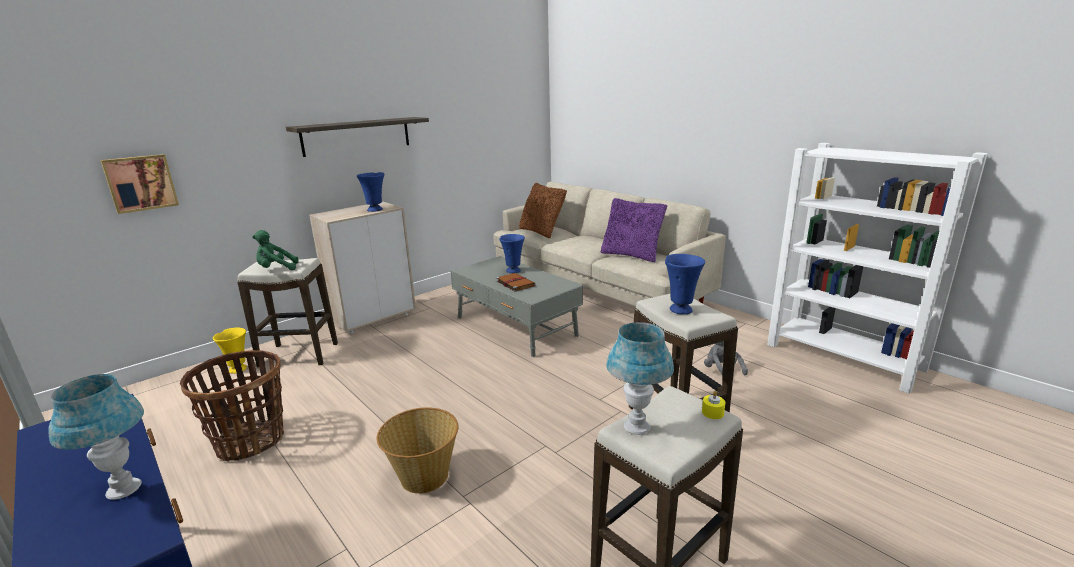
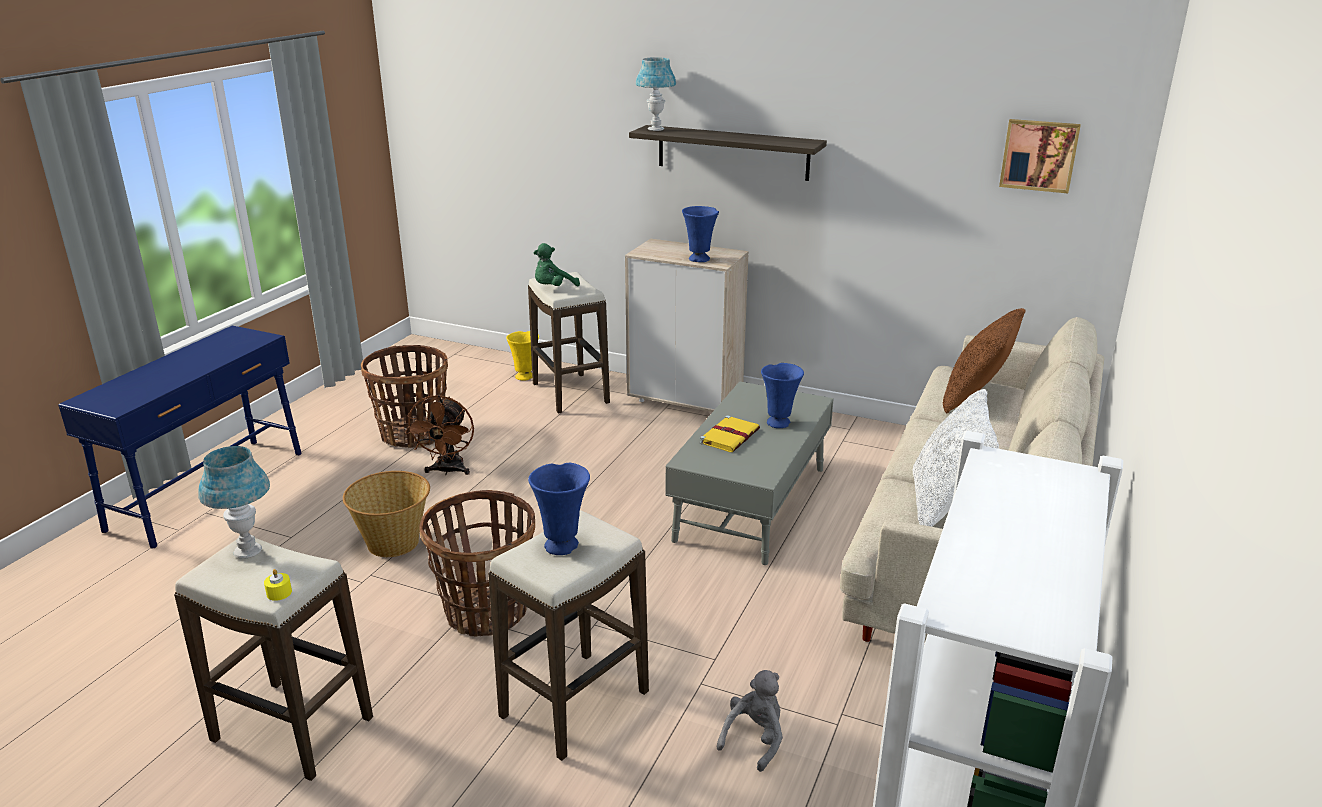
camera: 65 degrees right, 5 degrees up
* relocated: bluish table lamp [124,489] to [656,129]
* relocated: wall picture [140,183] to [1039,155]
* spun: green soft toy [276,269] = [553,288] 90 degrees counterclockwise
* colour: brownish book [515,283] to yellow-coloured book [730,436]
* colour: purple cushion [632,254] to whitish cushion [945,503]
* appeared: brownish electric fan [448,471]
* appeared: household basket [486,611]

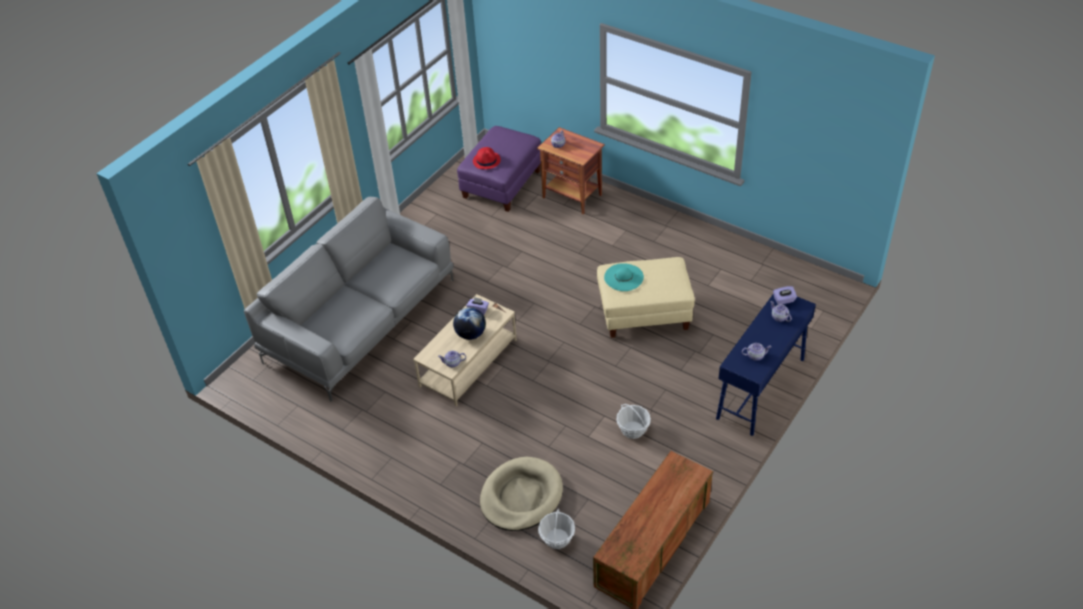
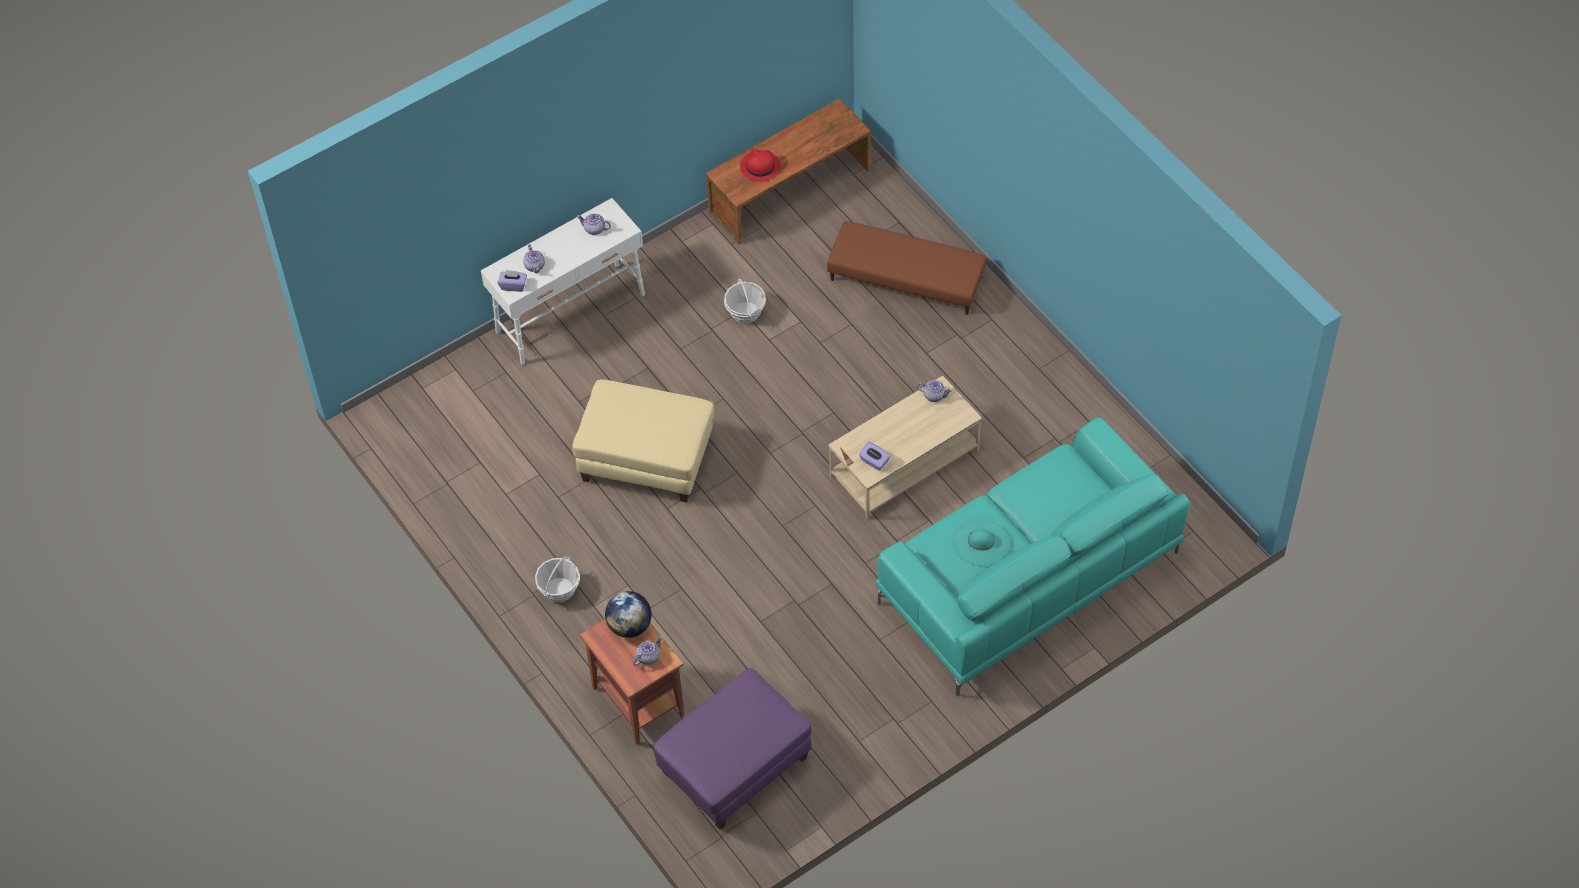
camera: 160 degrees left, 10 degrees up
* colour: grey settee [361,320] to turquoise settee [1027,577]
* relocated: desk globe [470,334] to [629,626]
* relocated: reddish hat [486,160] to [760,166]
* exchanged: sand-coloured dog cushion [521,496] to brownish ottoman [906,278]
* relocated: household basket [557,539] to [559,590]
* relocated: turquoise hat [623,277] to [980,542]
* colour: bluish narrow table [760,388] to whitish narrow table [571,314]

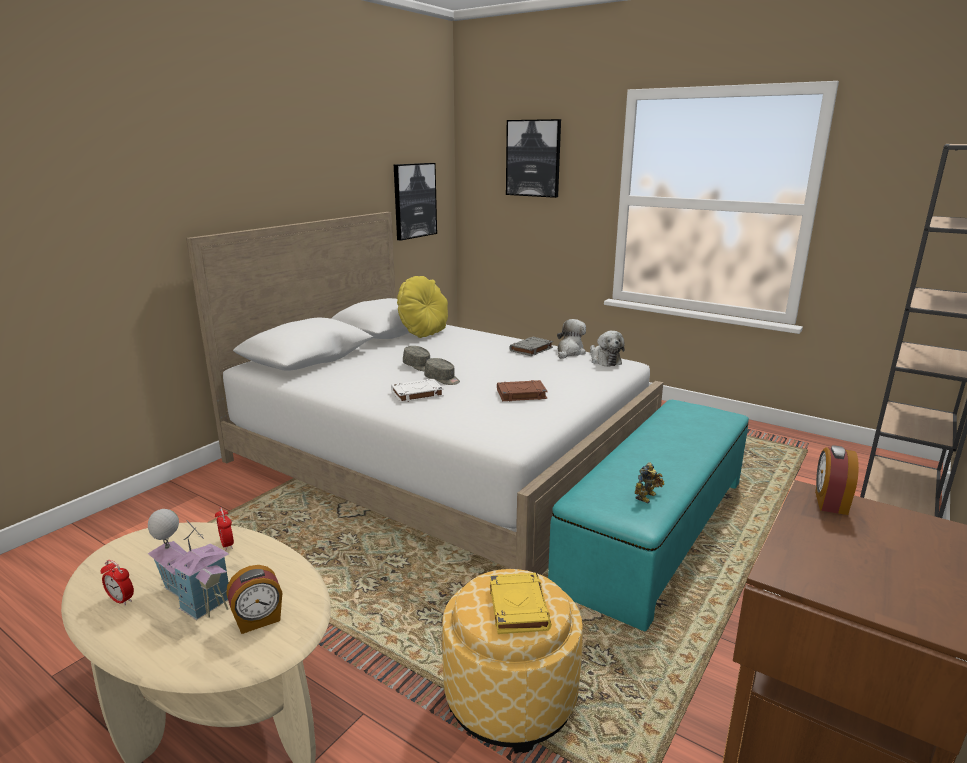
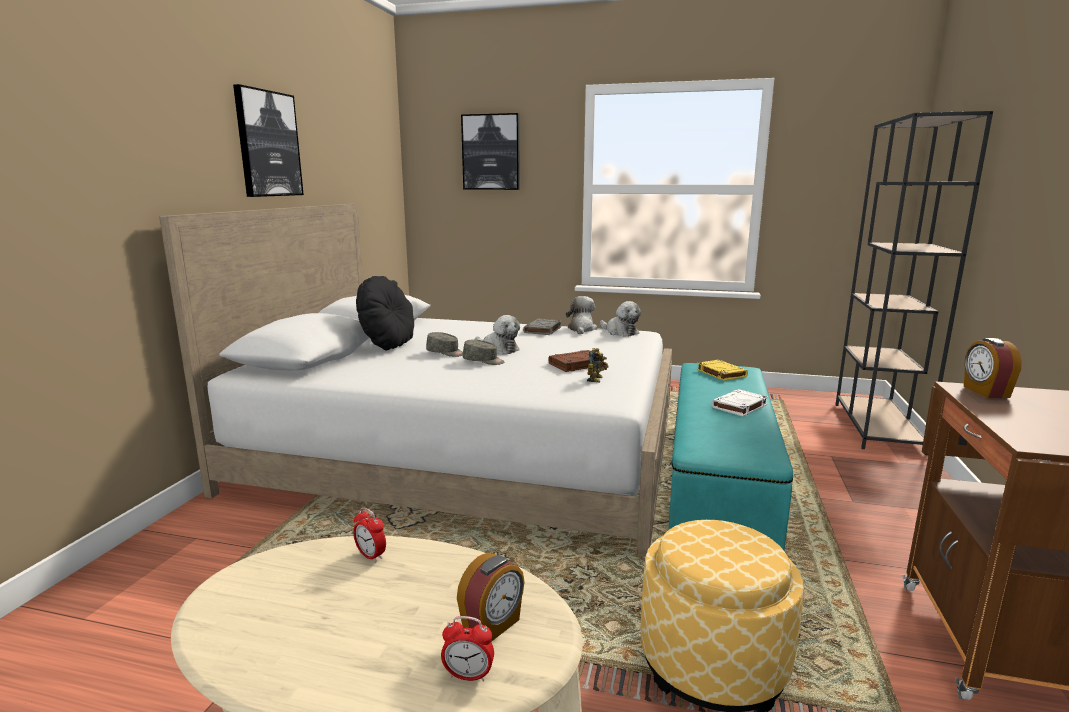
camera: 20 degrees left, 5 degrees down
* relocated: table clock [121,600] to [468,675]
* missing: toy house [195,596]
* relocated: whitish book [416,394] to [739,406]
* relocated: wall picture [414,200] to [268,144]
* missing: yellow-coloured cushion [423,334]
* relocated: yellow-coloured book [518,607] to [720,373]
* relocated: robot figure [648,497] to [597,379]
* appeared: black-coloured cushion [388,346]
* appeared: soft toy [498,349]

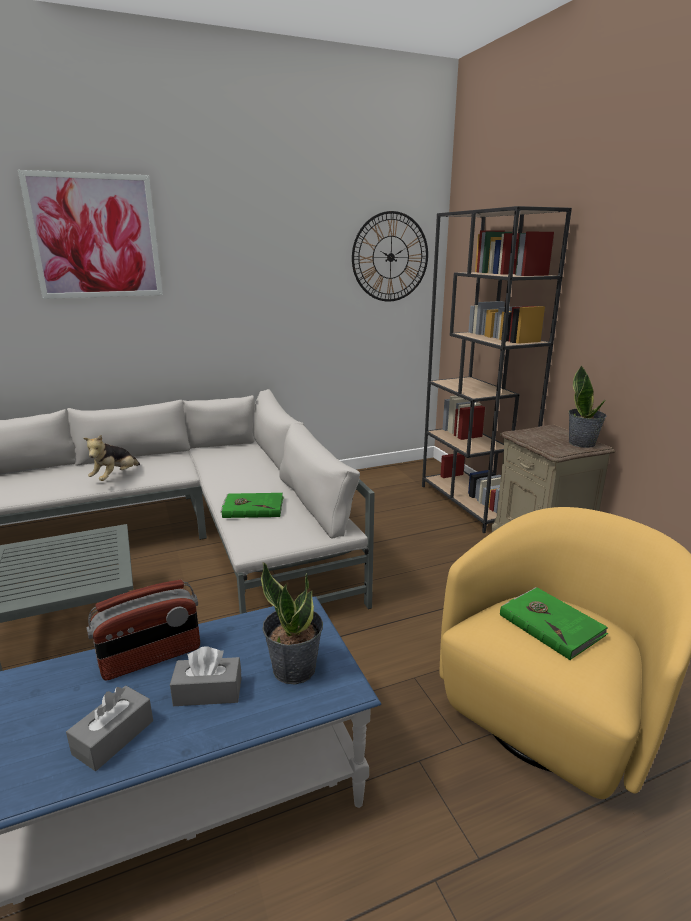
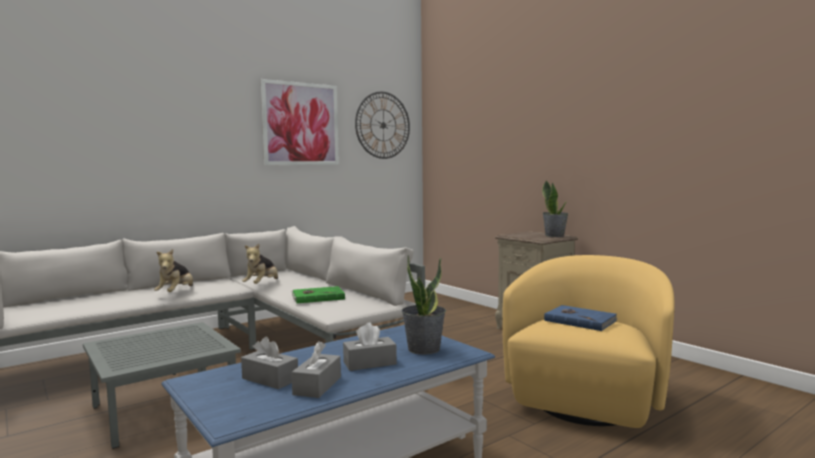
camera: 15 degrees left, 15 degrees down
* relocated: wall picture [95,237] to [301,124]
* missing: radio receiver [151,658]
* missing: shelving unit [472,503]
* colour: green book [551,624] to bluish book [580,320]
* appeared: grey box of tissues [270,379]
* appeared: soft toy [262,285]

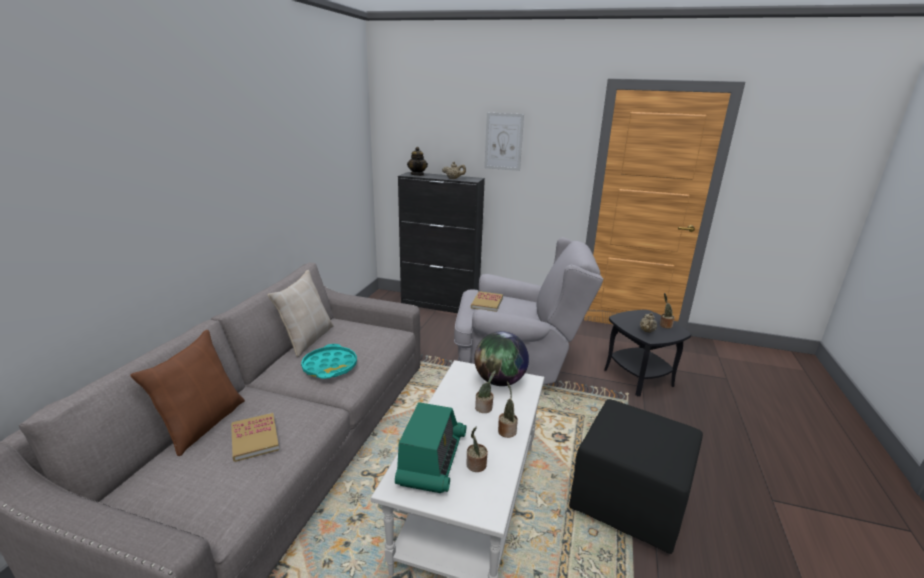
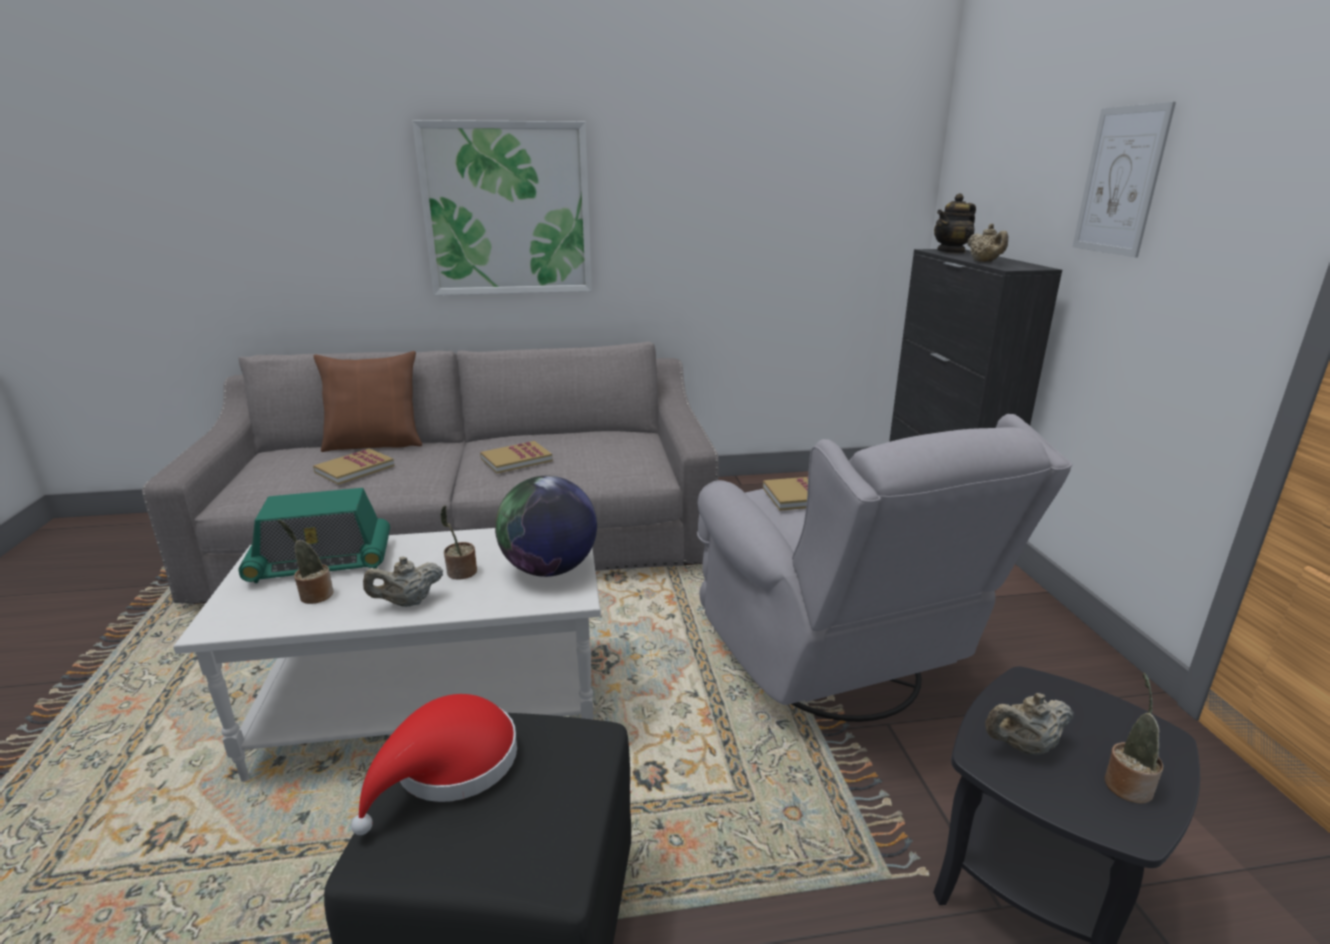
camera: 65 degrees right, 0 degrees up
* missing: sand-coloured cushion [307,339]
* exchanged: turquoise tray [330,366] to book [516,459]
* exchanged: houseplant [506,430] to sand-coloured teapot [408,602]
* appeared: reddish hat [449,767]
* appeared: wall picture [507,210]

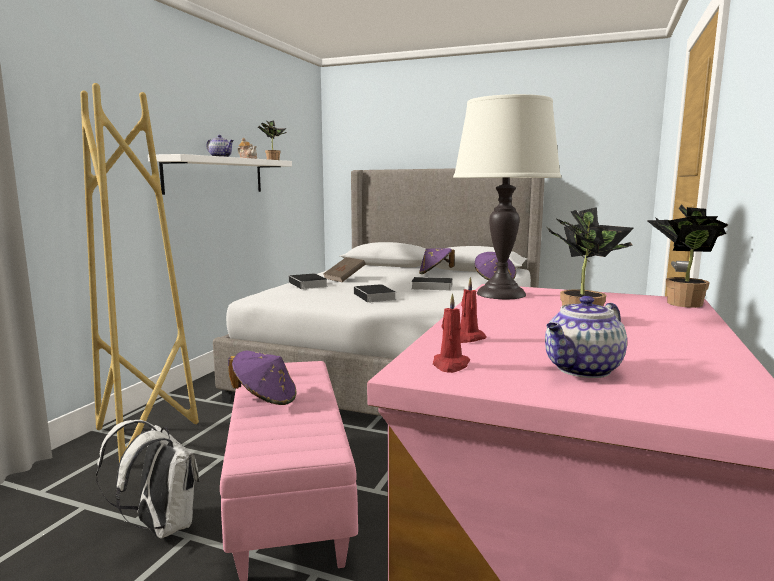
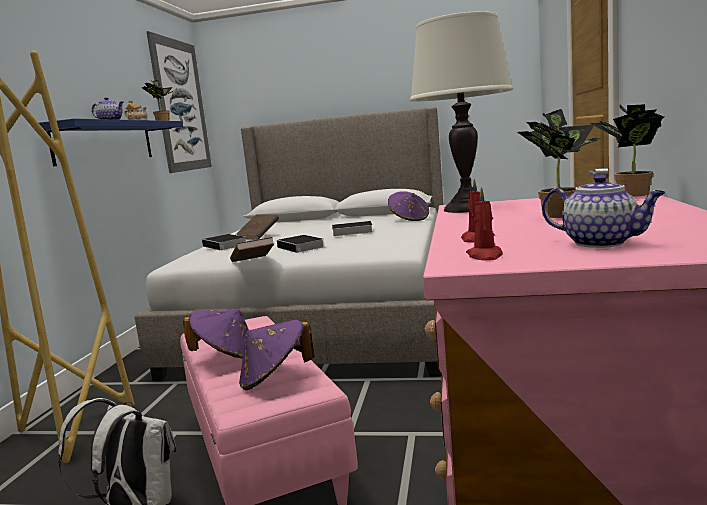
camera: 10 degrees left, 0 degrees up
* colour: whitish bracket shelf [215,175] to bluish bracket shelf [105,142]
* relocated: purple hat [435,273] to [275,379]
* spun: teapot [582,370] = [602,243] 90 degrees counterclockwise
* appeared: wall picture [181,106]
* appeared: brownish book [253,262]

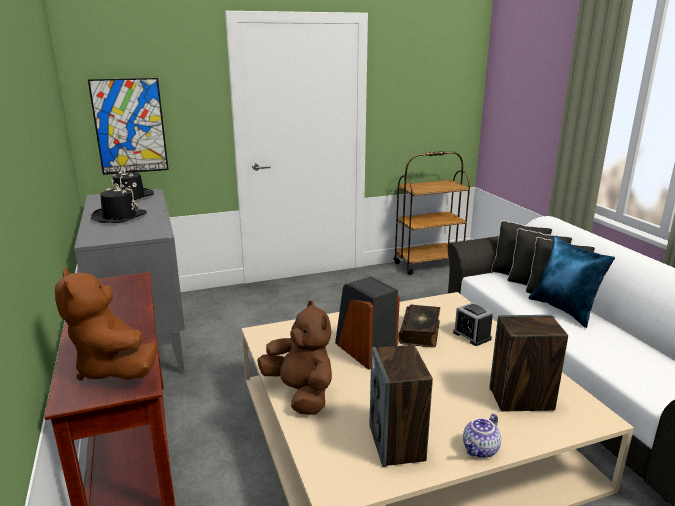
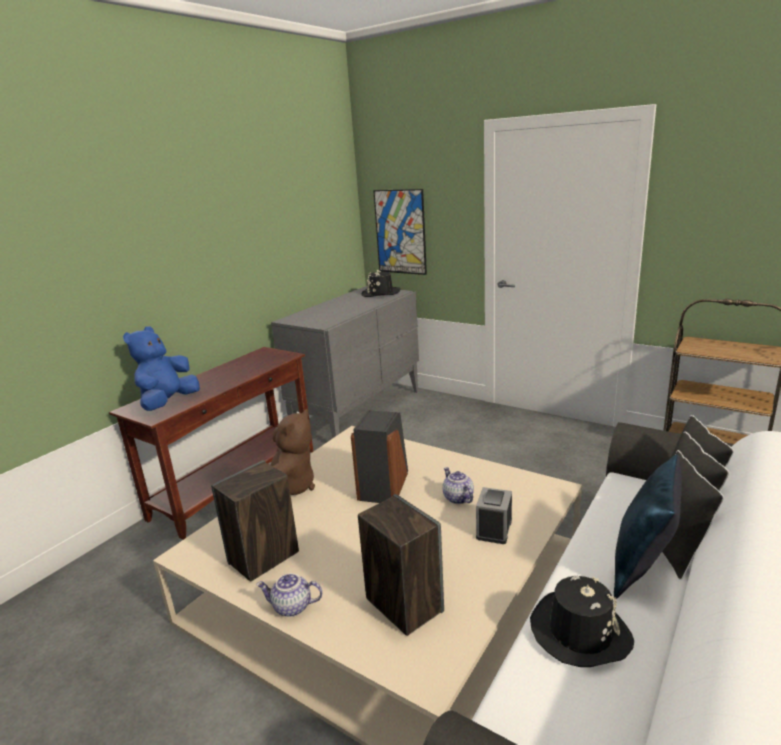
camera: 55 degrees right, 0 degrees up
* colour: brownish soft toy [114,369] to bluish soft toy [168,403]
* relocated: black-coloured hat [119,217] to [579,631]
* exchanged: book [420,332] to teapot [457,498]

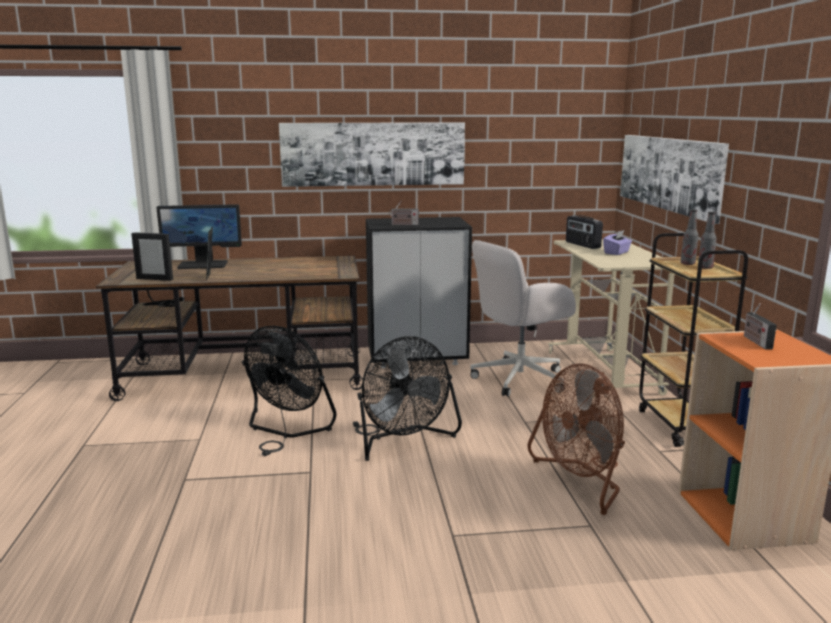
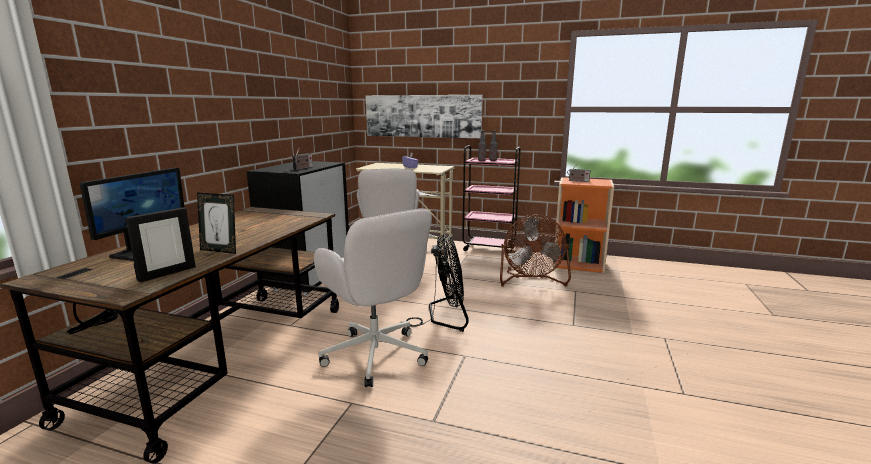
camera: 65 degrees left, 0 degrees up
* exchanged: black-coloured electric fan [282,428] to whitish office chair [375,355]
* missing: wall picture [373,154]
* missing: radio receiver [582,245]
* colour: brownish cart [680,427] to pink cart [489,249]

